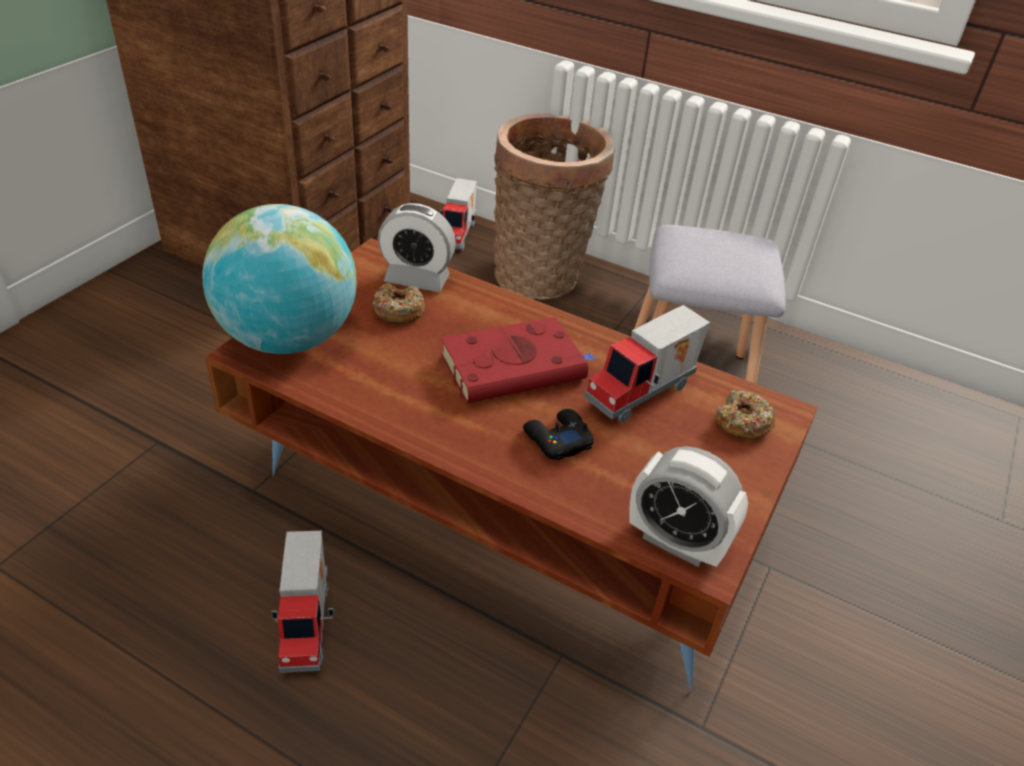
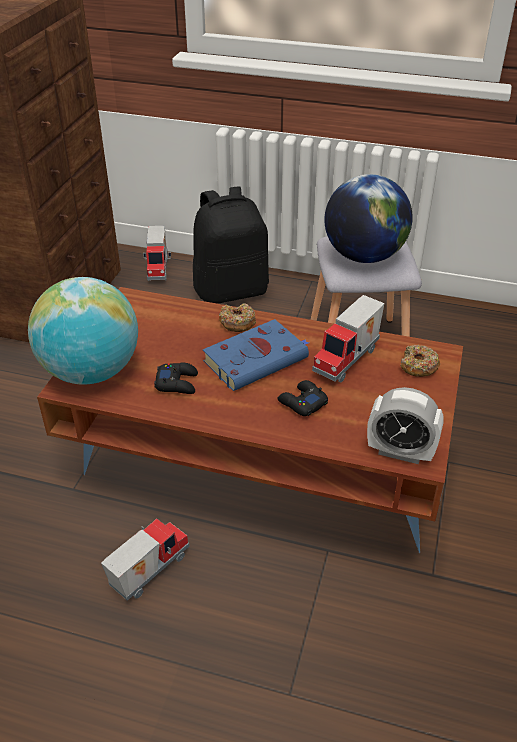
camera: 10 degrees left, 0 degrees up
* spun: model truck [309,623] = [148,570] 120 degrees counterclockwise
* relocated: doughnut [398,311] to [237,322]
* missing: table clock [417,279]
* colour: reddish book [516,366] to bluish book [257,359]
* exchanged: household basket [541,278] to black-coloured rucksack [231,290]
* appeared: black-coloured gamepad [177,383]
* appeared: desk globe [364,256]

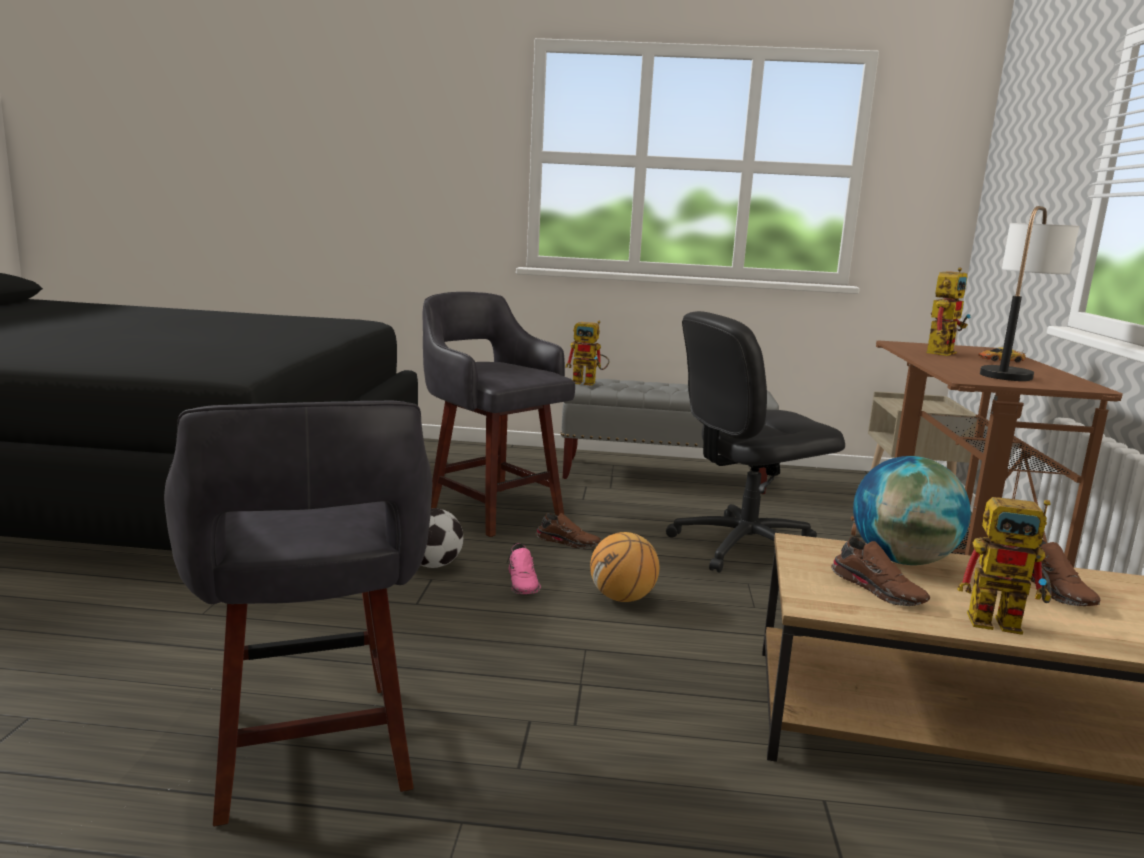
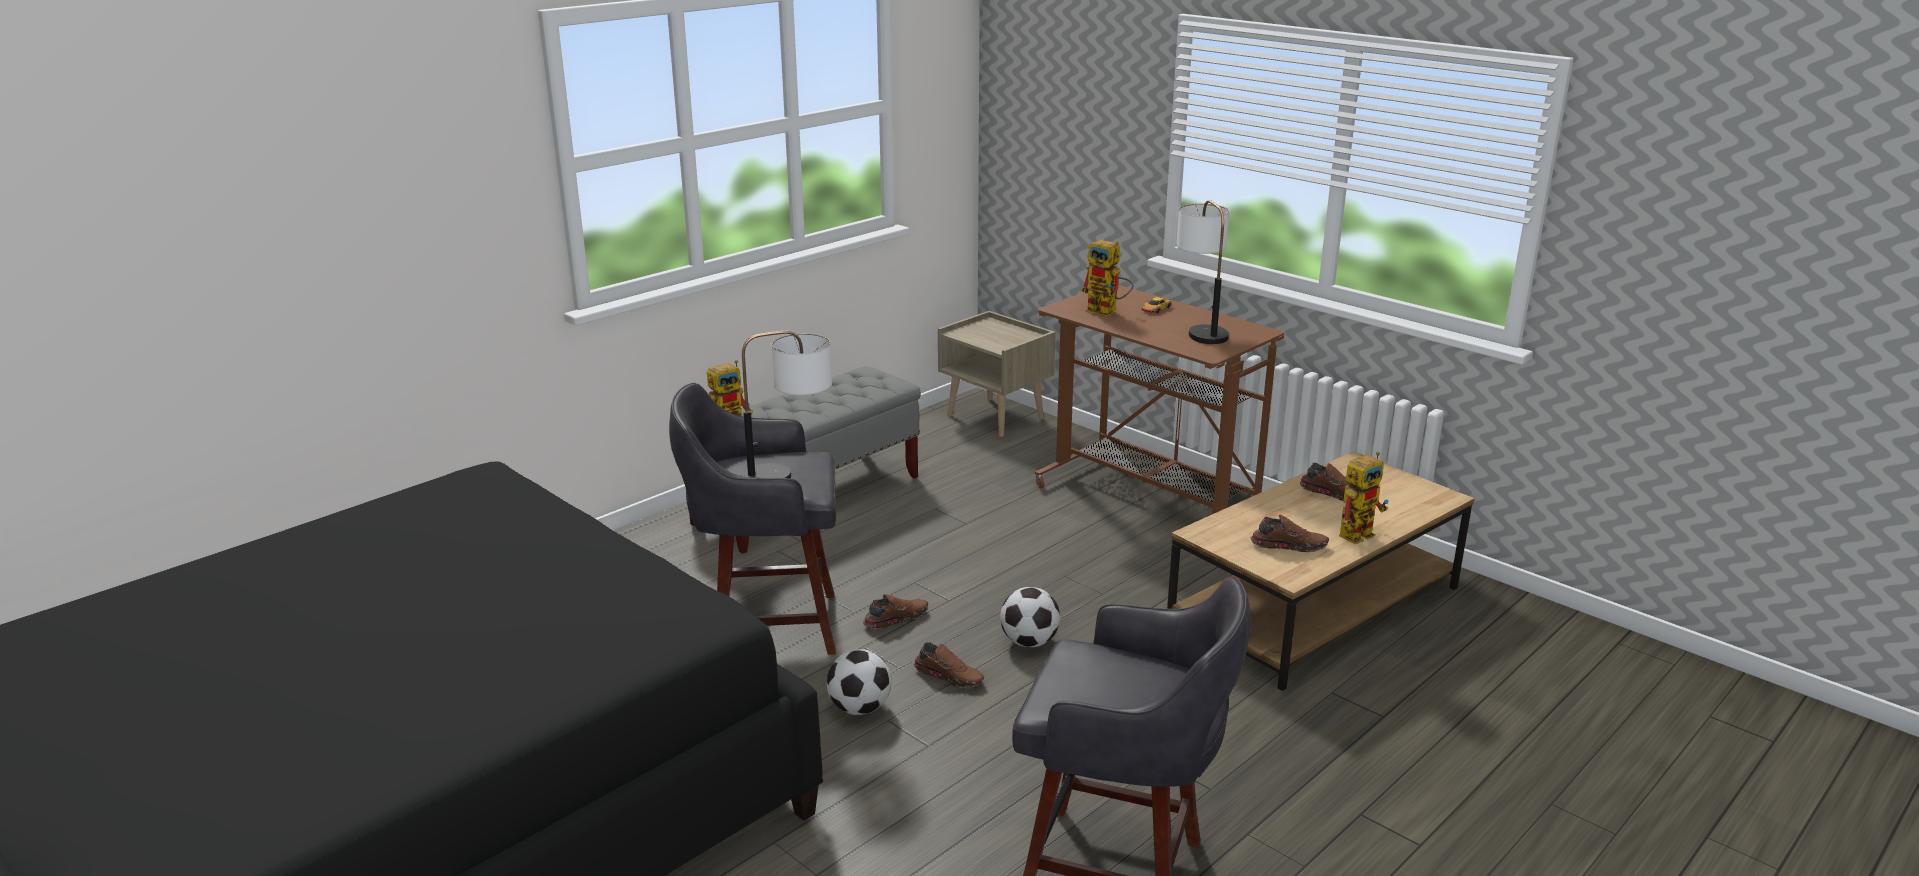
camera: 50 degrees left, 10 degrees up
* colour: pink shoe [523,582] to brownish shoe [950,676]
* exchanged: ball for basketball [622,598] to football ball [1029,642]
* missing: black-coloured office chair [745,546]
* missing: desk globe [902,560]
* spun: robot figure [940,352] = [1108,312] 135 degrees clockwise
* appeared: table lamp [790,474]

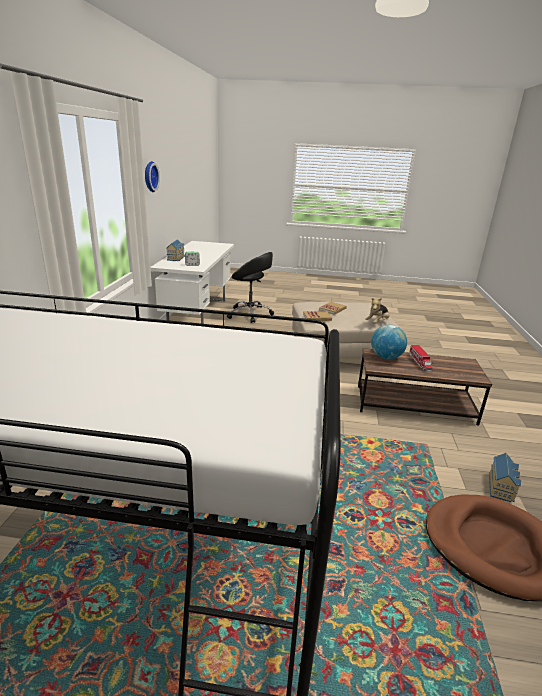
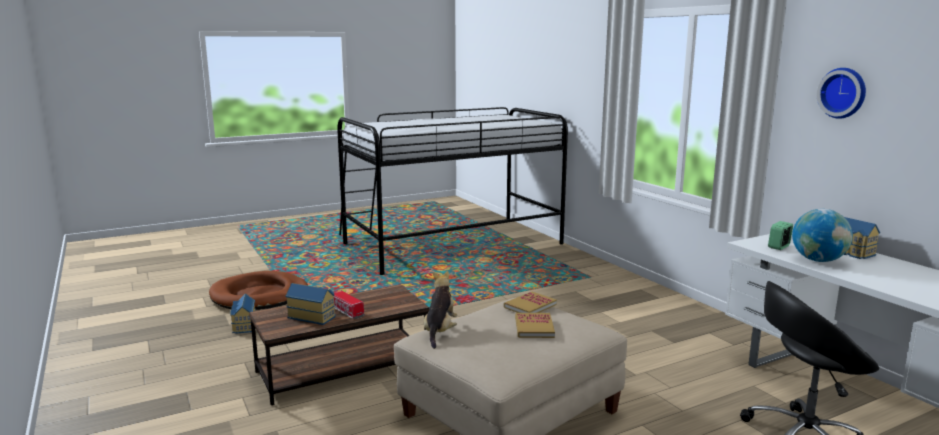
camera: 145 degrees right, 10 degrees down
* relocated: desk globe [386,357] to [818,260]
* appeared: toy house [312,316]

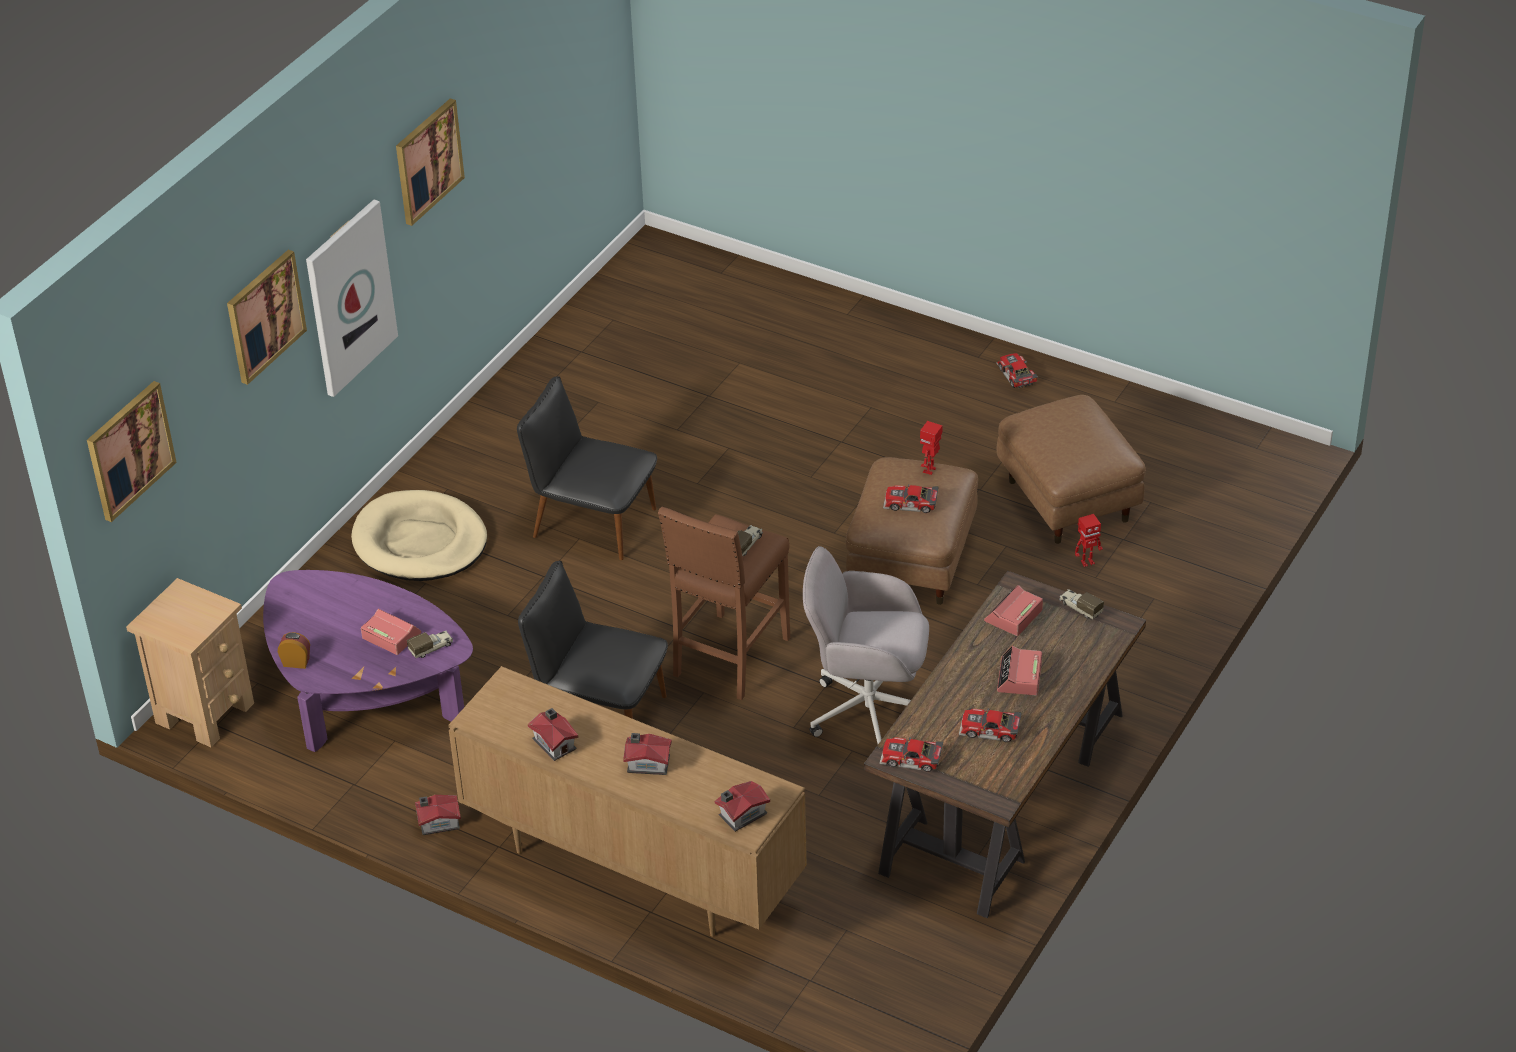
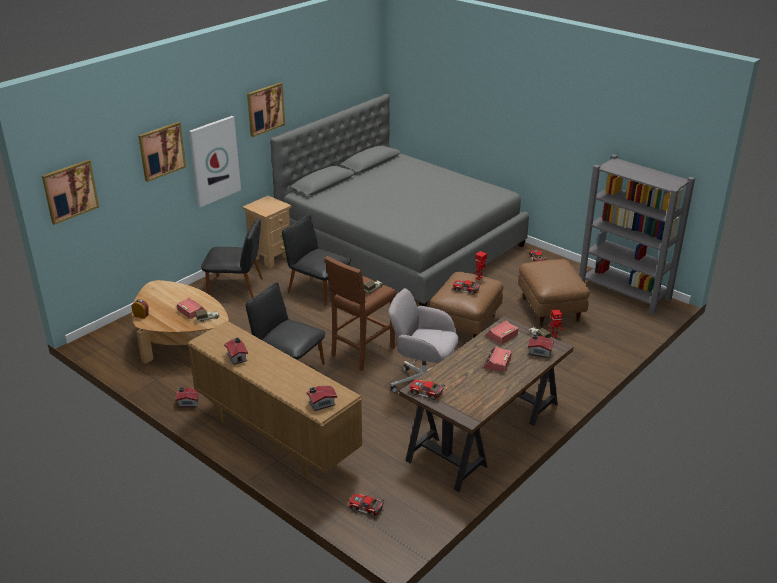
camera: 10 degrees right, 10 degrees down
* relocated: sand-coloured night table [207,713] to [271,257]
* colour: purple coffee table [365,692] to brownish coffee table [181,342]
* exchanged: sand-coloured dog cushion [420,542] to black-coloured chair [235,287]
* relocated: toy house [647,763] to [539,352]
* relocated: miniature car [989,731] to [365,508]
* appeared: grey bed [400,244]
* appeared: grey shelving unit [624,292]

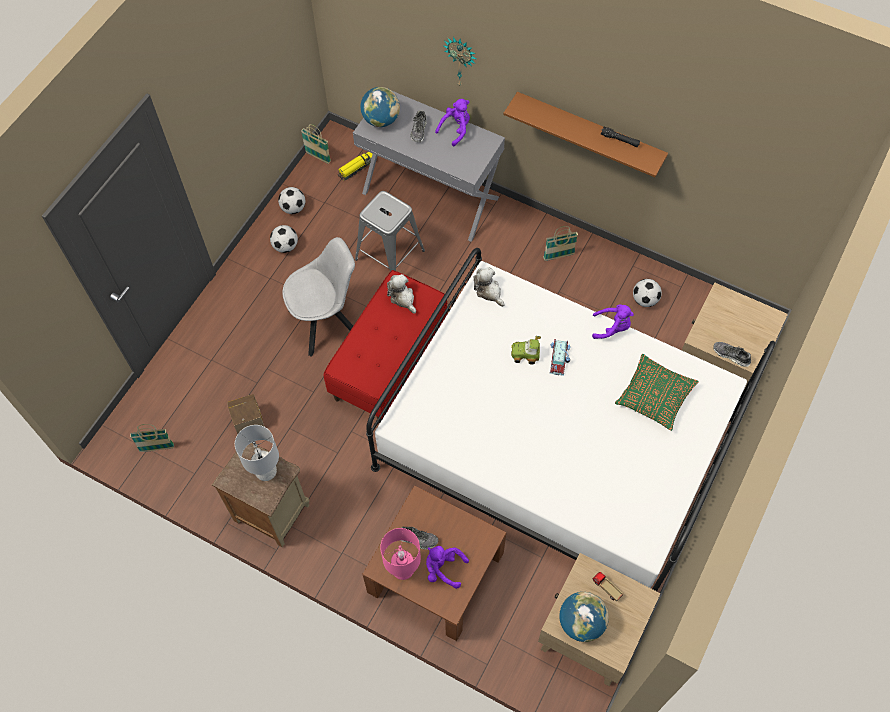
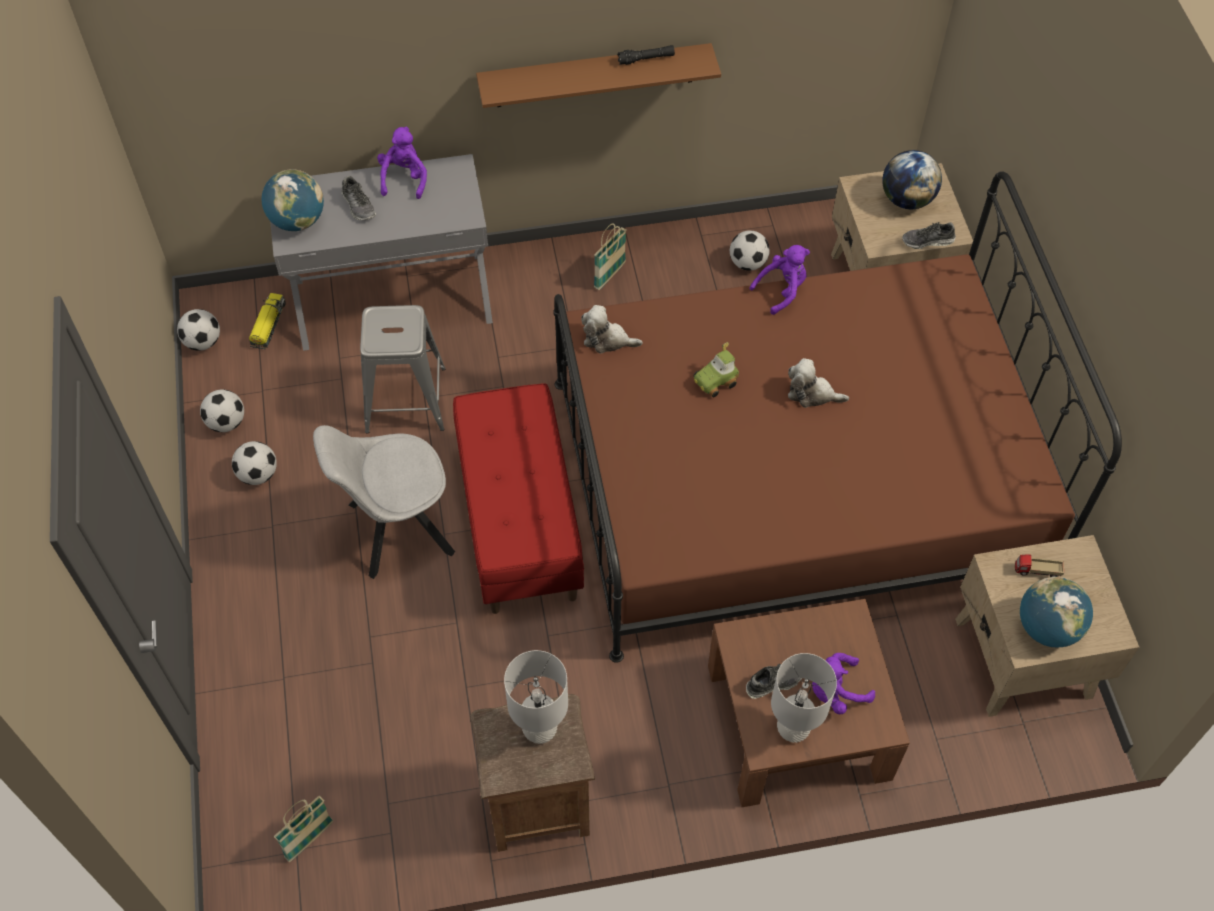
camera: 40 degrees left, 5 degrees down
* missing: toy house [247,419]
* spun: grey chair [326,322] = [397,529] 135 degrees counterclockwise
* exchanged: household basket [318,157] to football ball [203,342]
* colour: whitish bed [555,442] to brownish bed [794,480]
* colour: pink table lamp [403,570] to grey table lamp [793,728]
* relocated: soft toy [402,298] to [812,393]
* missing: clock on the wall [461,61]
* missing: miniature car [559,358]
* missing: green cushion [654,397]
* appeared: desk globe [906,199]

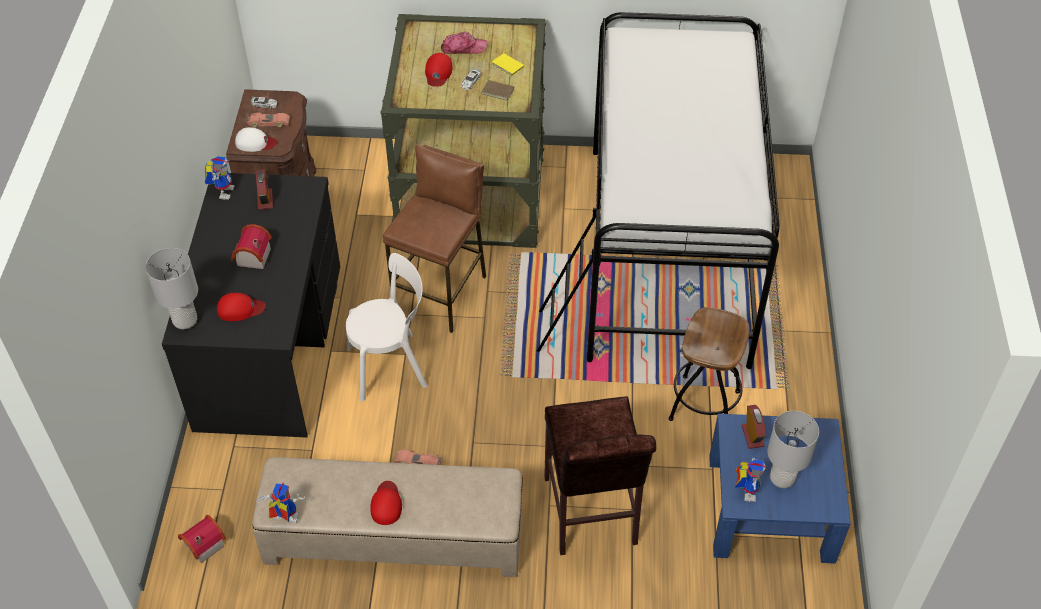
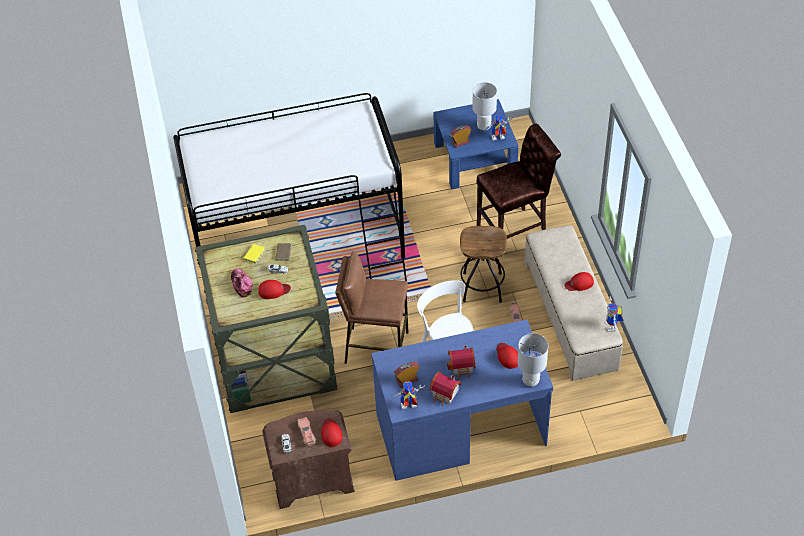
camera: 105 degrees left, 0 degrees up
* colour: black-coloured desk [271,347] to bluish desk [460,428]
* relocated: toy house [202,544] to [445,394]
* colour: whitish baseball cap [255,143] to reddish baseball cap [331,433]
* relocated: brownish stool [704,405] to [482,287]

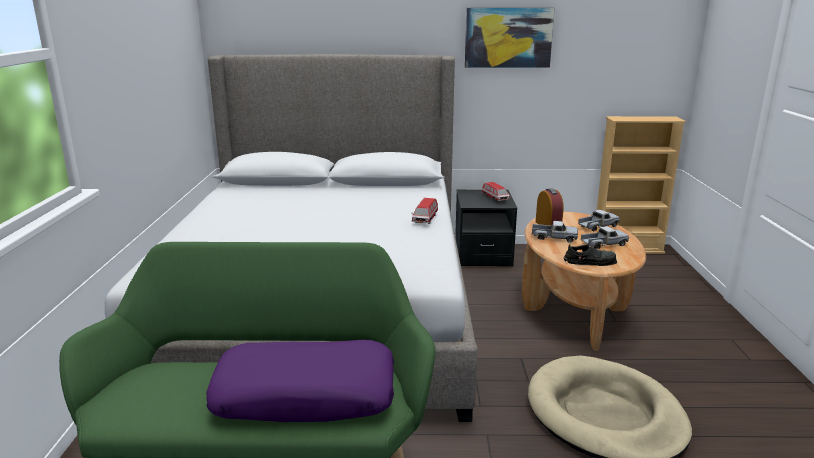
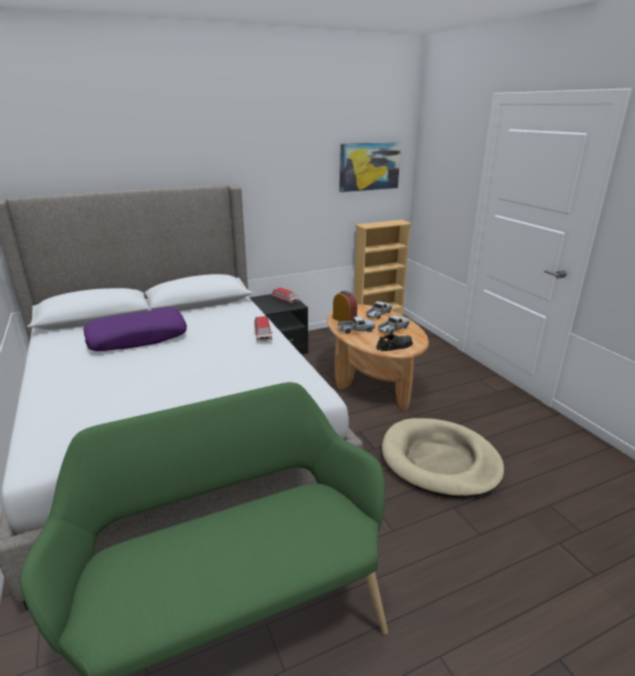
camera: 25 degrees left, 5 degrees up
* relocated: purple cushion [306,395] to [138,338]
* relocated: wall picture [508,37] to [369,166]

